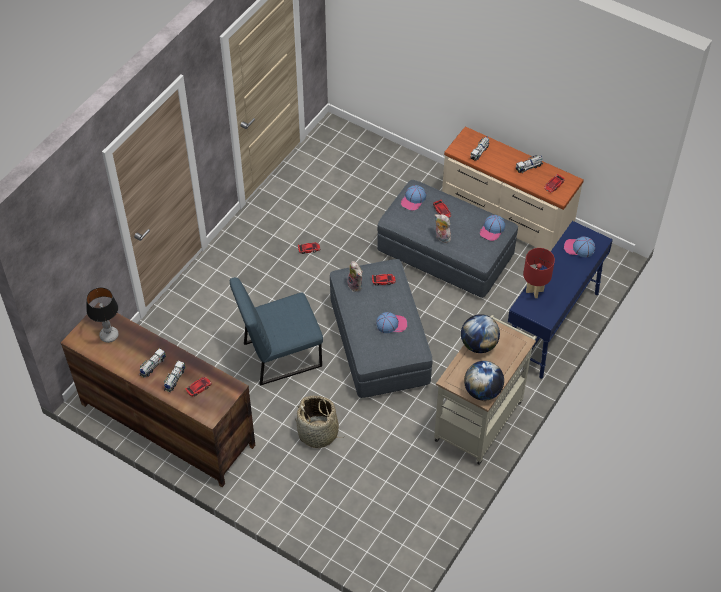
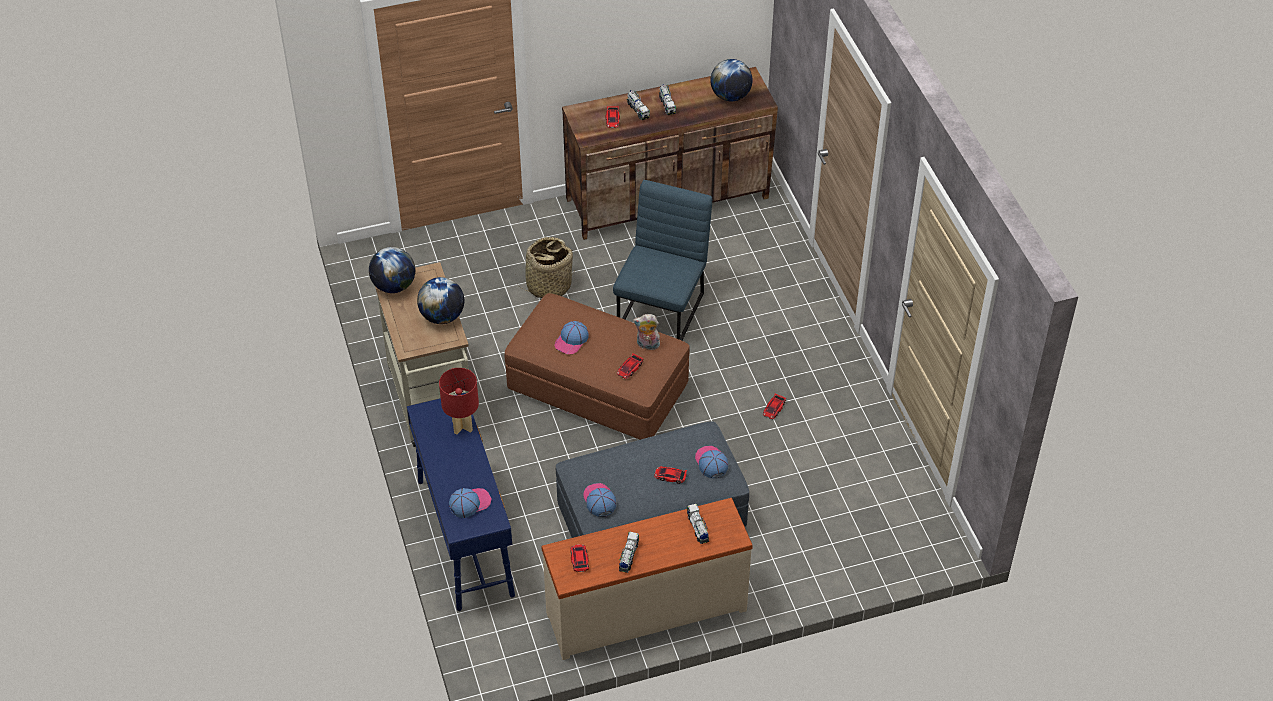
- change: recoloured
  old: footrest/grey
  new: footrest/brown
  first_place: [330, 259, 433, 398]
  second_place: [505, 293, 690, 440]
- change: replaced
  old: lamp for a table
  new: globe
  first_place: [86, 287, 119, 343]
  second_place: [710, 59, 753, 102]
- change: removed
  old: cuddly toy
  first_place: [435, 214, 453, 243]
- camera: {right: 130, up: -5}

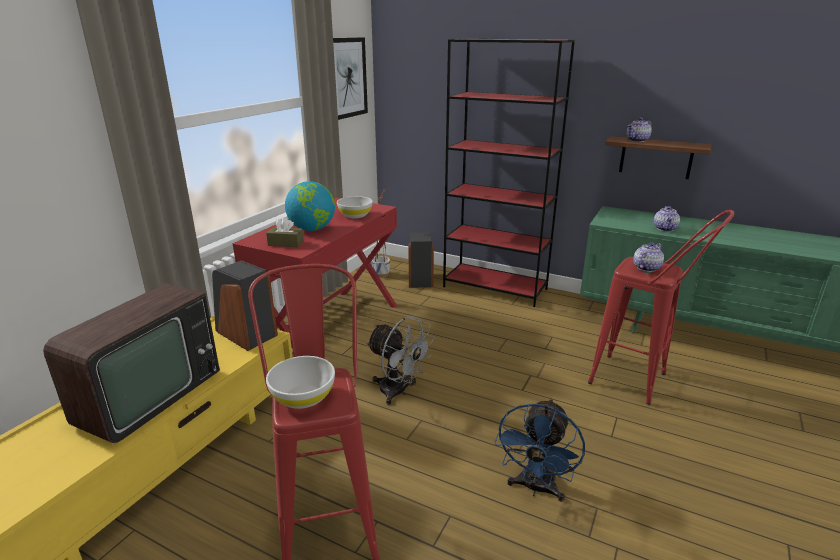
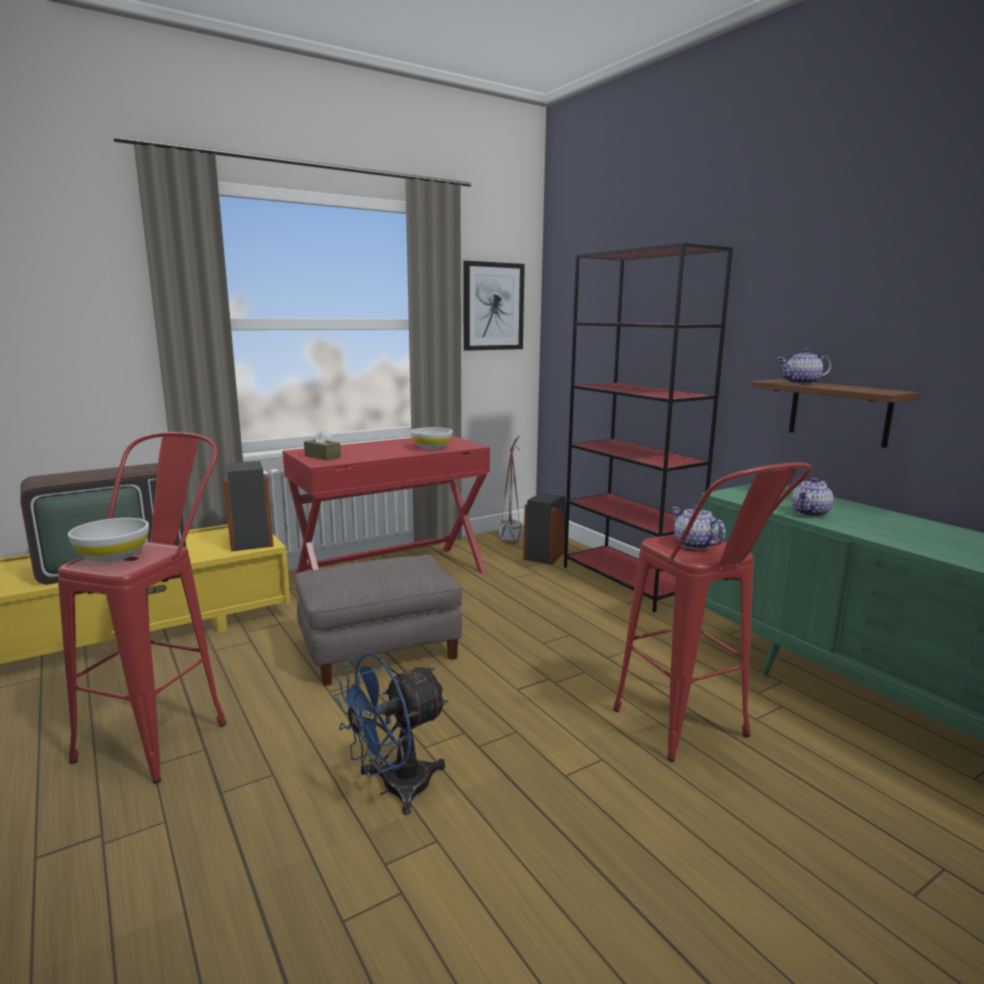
- change: replaced
  old: cooling fan/grey
  new: footrest/grey
  first_place: [366, 316, 434, 405]
  second_place: [295, 555, 462, 686]
- change: turned
  old: teapot
  first_place: [633, 242, 664, 272]
  second_place: [671, 505, 726, 550]
  degrees: -105
- change: removed
  old: globe
  first_place: [285, 181, 335, 231]
- camera: {right: 30, up: -10}

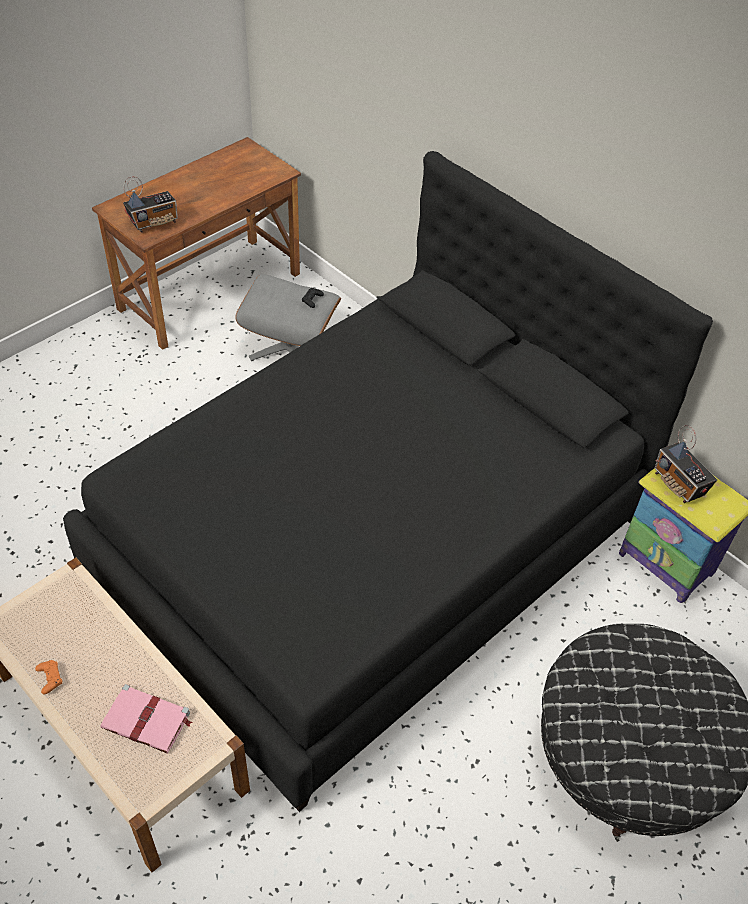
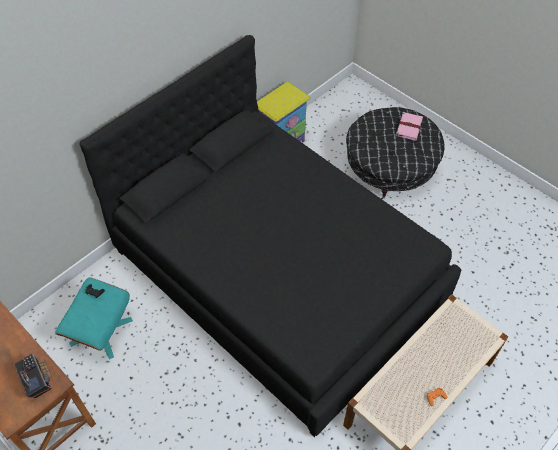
- change: recoloured
  old: footrest/grey
  new: footrest/turquoise-coloured
  first_place: [235, 274, 341, 361]
  second_place: [55, 278, 133, 359]
- change: moved
  old: volume/pink-coloured
  first_place: [100, 684, 193, 753]
  second_place: [395, 112, 423, 141]
- change: removed
  old: radio
  first_place: [654, 425, 717, 503]
- camera: {right: -90, up: 5}

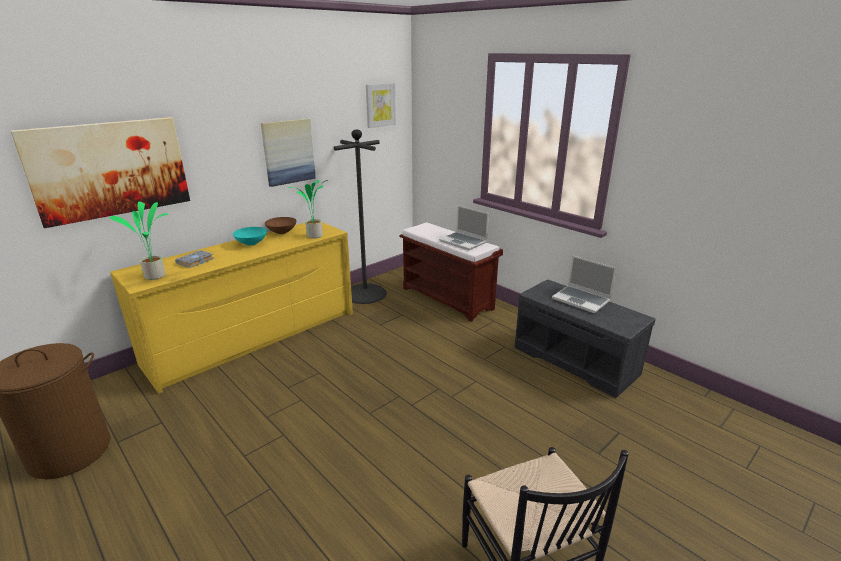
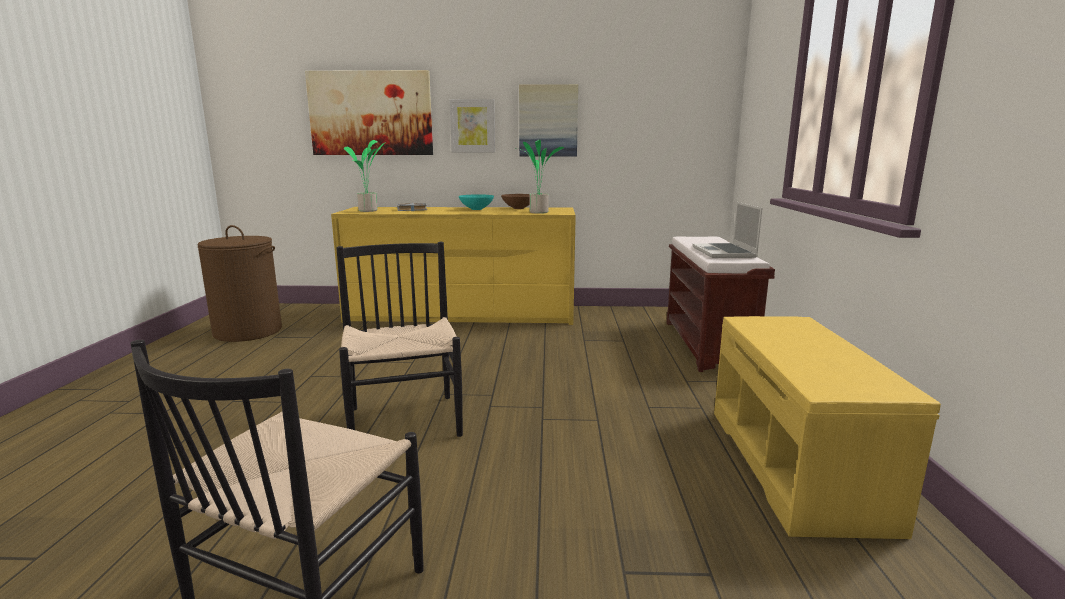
- change: added
  new: chair/black-coloured
  second_place: [336, 242, 463, 437]
- change: moved
  old: picture
  first_place: [366, 83, 396, 128]
  second_place: [450, 99, 495, 152]
- change: recoloured
  old: indoor bench/grey
  new: indoor bench/yellow
  first_place: [514, 280, 656, 398]
  second_place: [714, 316, 941, 539]
- change: removed
  old: garment stand/black-coloured
  first_place: [334, 129, 386, 304]
- change: removed
  old: laptop
  first_place: [552, 255, 616, 313]
- camera: {right: 45, up: -10}

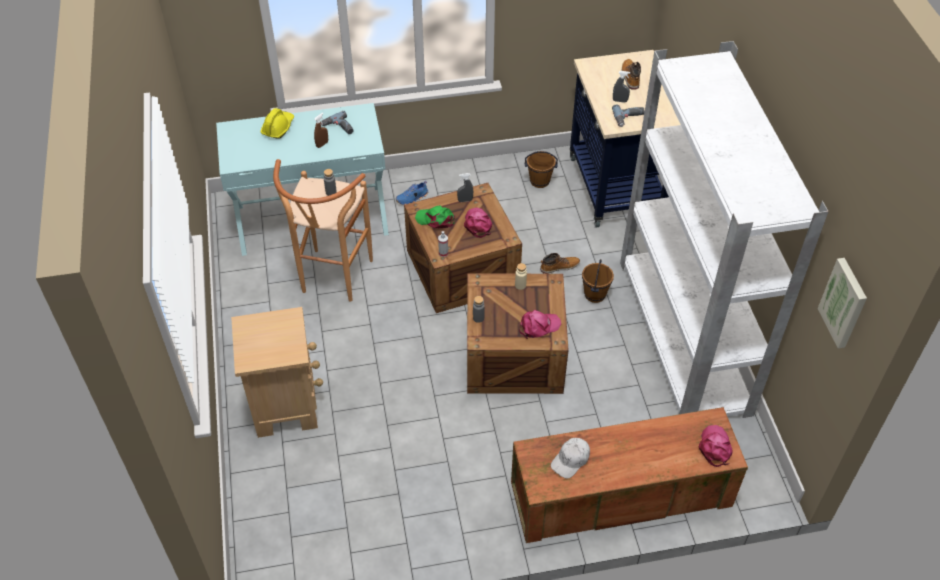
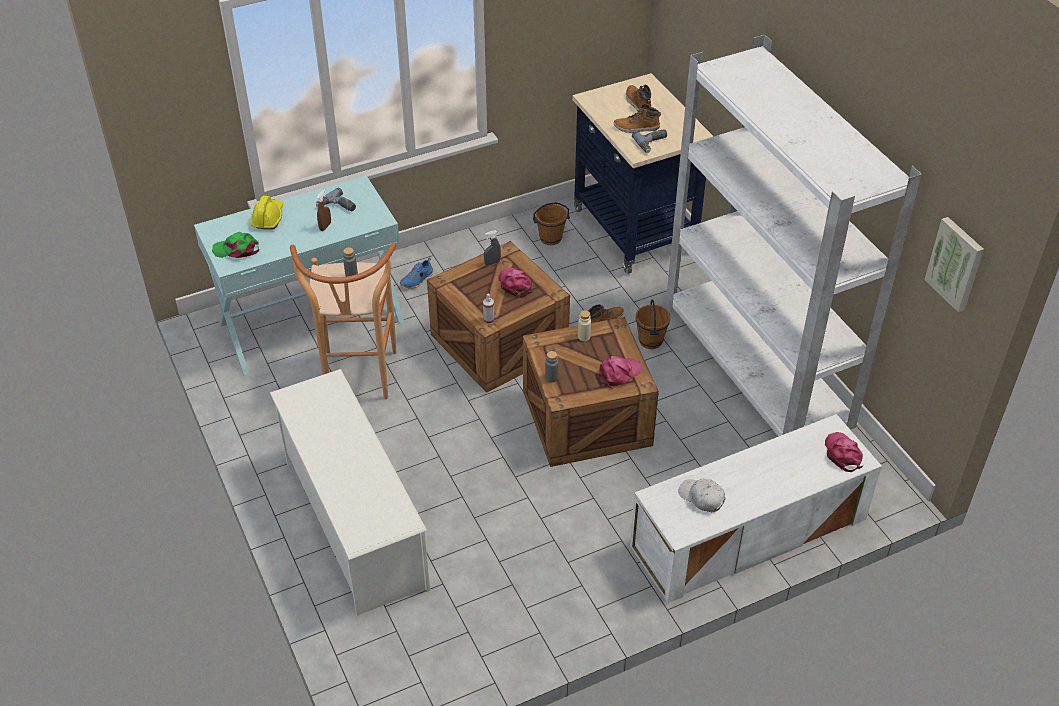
- change: moved
  old: cap/green
  first_place: [415, 205, 455, 229]
  second_place: [212, 232, 259, 258]
- change: replaced
  old: bedside table/beige-coloured
  new: shoe shelf/white
  first_place: [231, 307, 323, 438]
  second_place: [270, 369, 430, 616]
- change: replaced
  old: spray bottle/grey
  new: high-top boot
  first_place: [613, 71, 630, 103]
  second_place: [614, 104, 661, 133]
- change: recoloured
  old: indoor bench/brown
  new: indoor bench/white
  first_place: [511, 407, 748, 543]
  second_place: [630, 414, 882, 603]
- change: turned
  old: cap/white
  first_place: [551, 438, 590, 479]
  second_place: [678, 479, 725, 512]
  degrees: 105
- camera: {right: -15, up: -5}

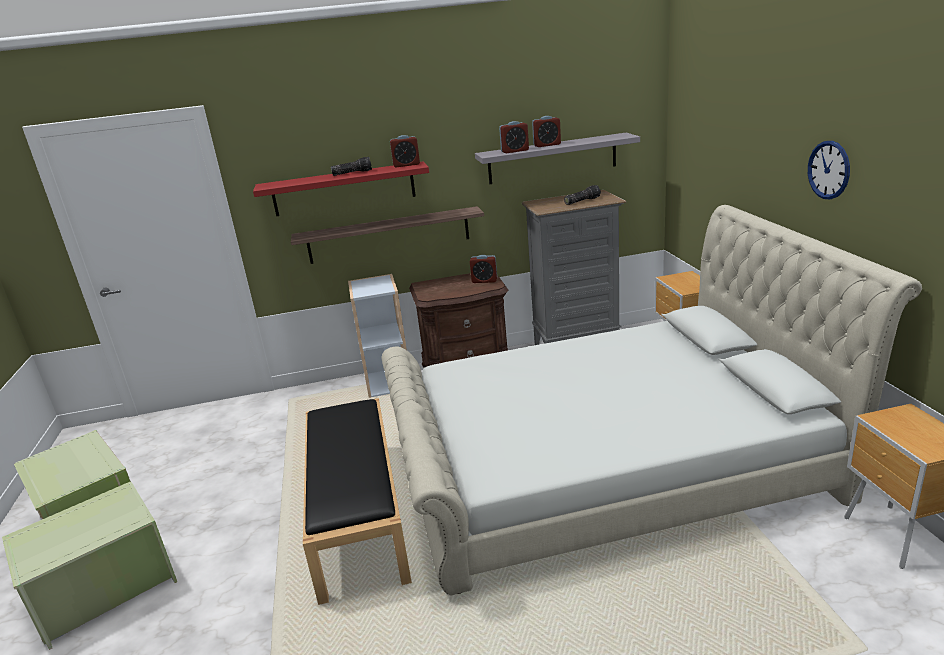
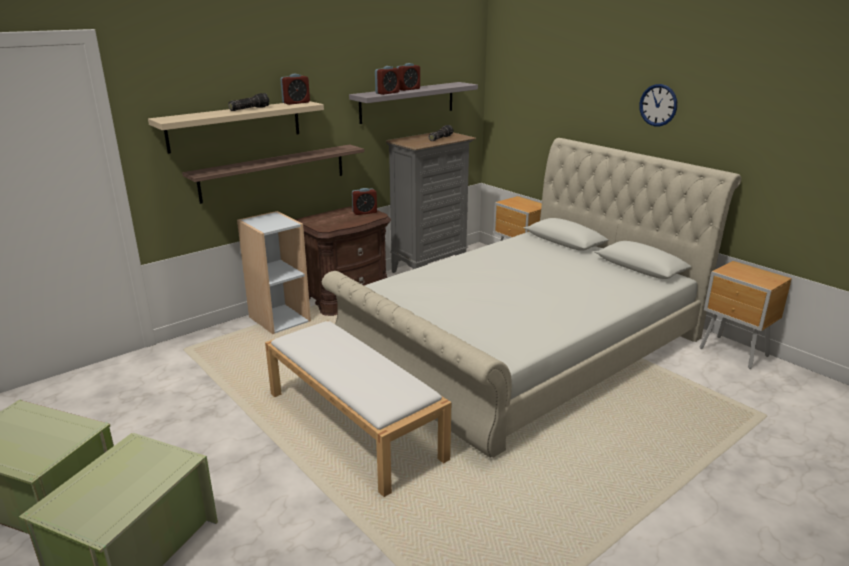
- change: recoloured
  old: wall shelf/red
  new: wall shelf/beige-coloured
  first_place: [253, 161, 429, 217]
  second_place: [148, 101, 324, 154]
- change: recoloured
  old: indoor bench/black-coloured
  new: indoor bench/white
  first_place: [303, 398, 412, 605]
  second_place: [265, 321, 451, 497]
- camera: {right: -30, up: 0}

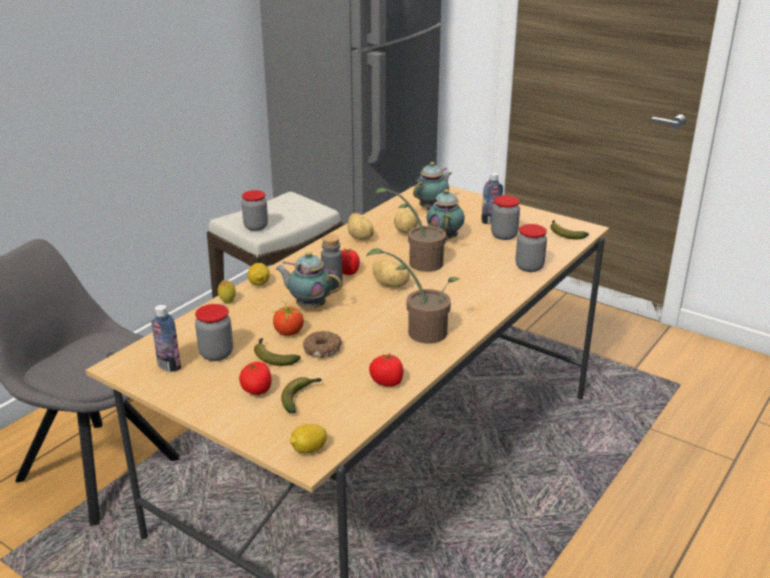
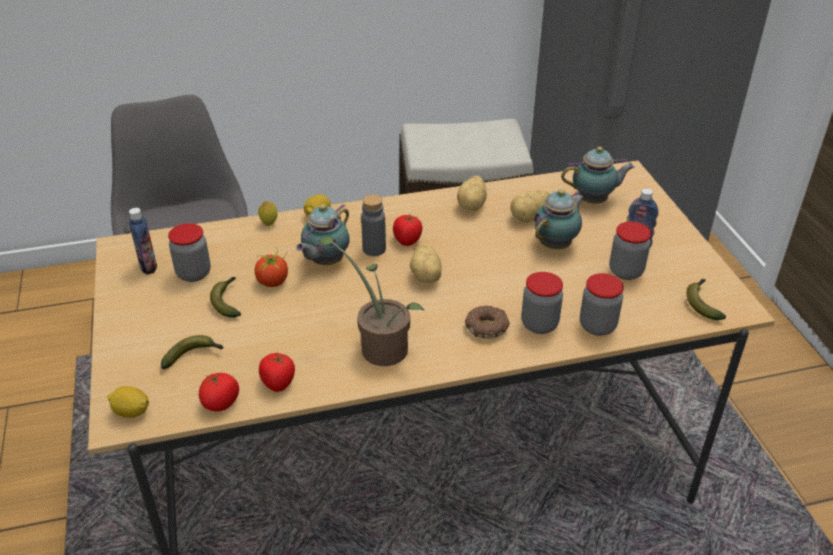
- change: moved
  old: fresh tomato
  first_place: [239, 362, 272, 395]
  second_place: [199, 373, 239, 412]
- change: turned
  old: teapot
  first_place: [275, 252, 342, 308]
  second_place: [296, 204, 350, 265]
  degrees: -120
- change: moved
  old: doughnut
  first_place: [303, 331, 342, 358]
  second_place: [465, 305, 510, 339]
- change: moved
  old: preserve jar
  first_place: [242, 190, 268, 231]
  second_place: [521, 272, 563, 334]
- change: removed
  old: plant in a pot
  first_place: [373, 188, 455, 272]
- camera: {right: 40, up: 10}

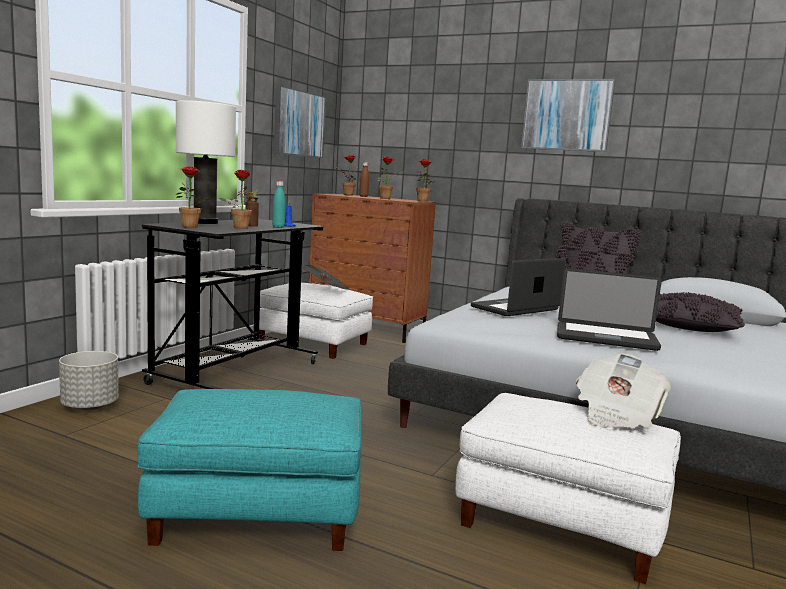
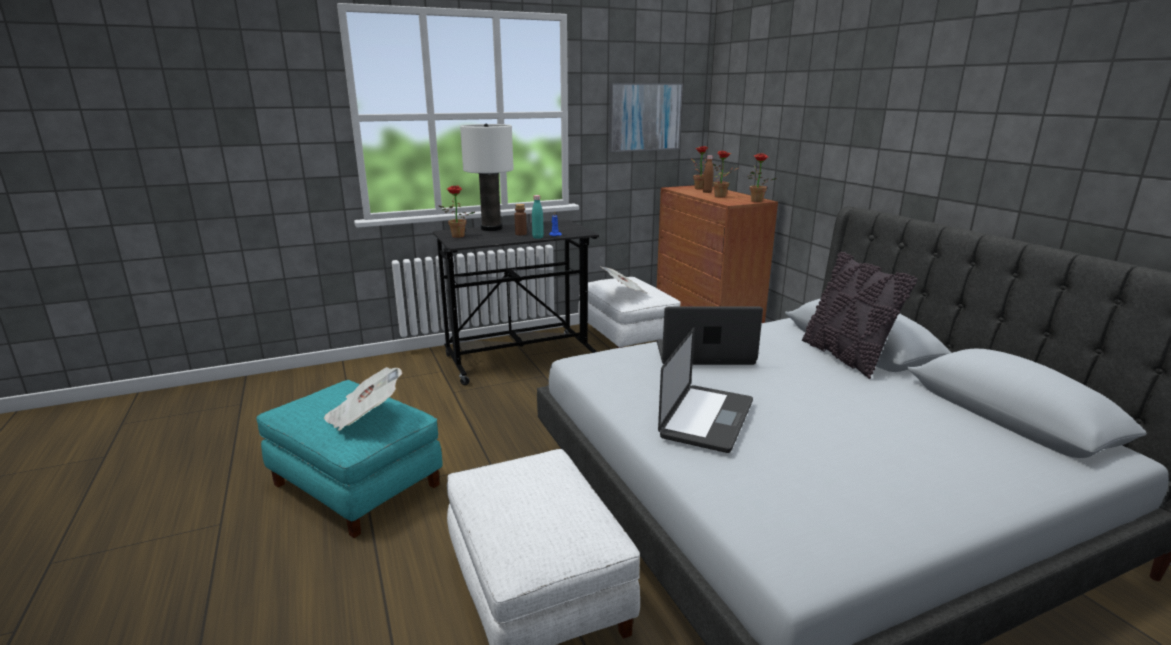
- change: moved
  old: newspaper
  first_place: [576, 353, 671, 428]
  second_place: [324, 367, 402, 431]
- change: turned
  old: laptop
  first_place: [557, 268, 662, 351]
  second_place: [658, 328, 753, 453]
  degrees: -120
- change: removed
  old: planter/grey
  first_place: [59, 351, 119, 410]
- change: removed
  old: plant in a pot
  first_place: [219, 170, 258, 229]
- change: removed
  old: picture
  first_place: [521, 79, 615, 152]
- change: removed
  old: throw pillow/black-coloured
  first_place: [656, 292, 745, 332]
- camera: {right: 40, up: 10}

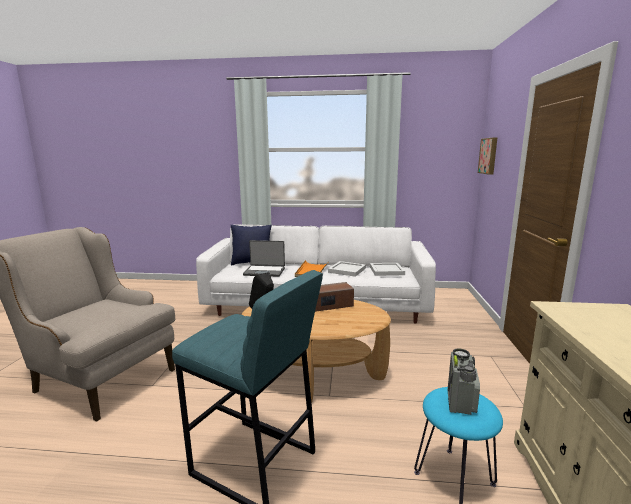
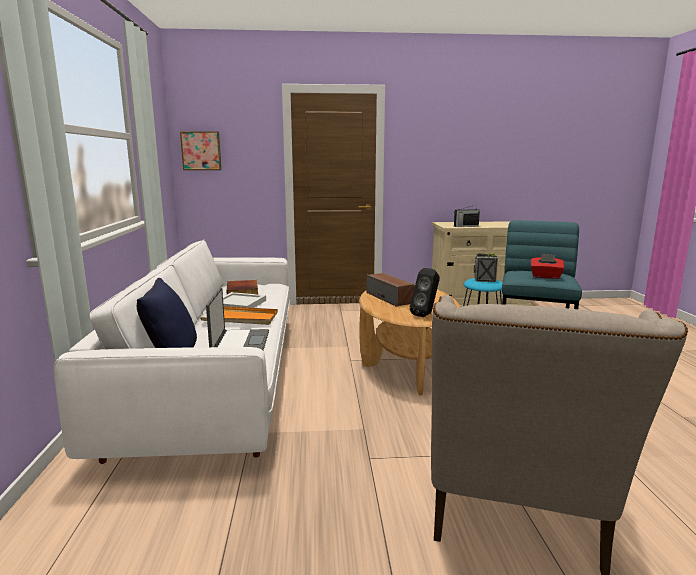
- change: replaced
  old: serving tray/white
  new: volume
  first_place: [370, 263, 405, 276]
  second_place: [226, 280, 258, 294]
- change: added
  new: radio
  second_place: [454, 206, 480, 227]
- change: added
  new: tissue box/red
  second_place: [531, 254, 564, 279]
- camera: {right: -100, up: 0}

